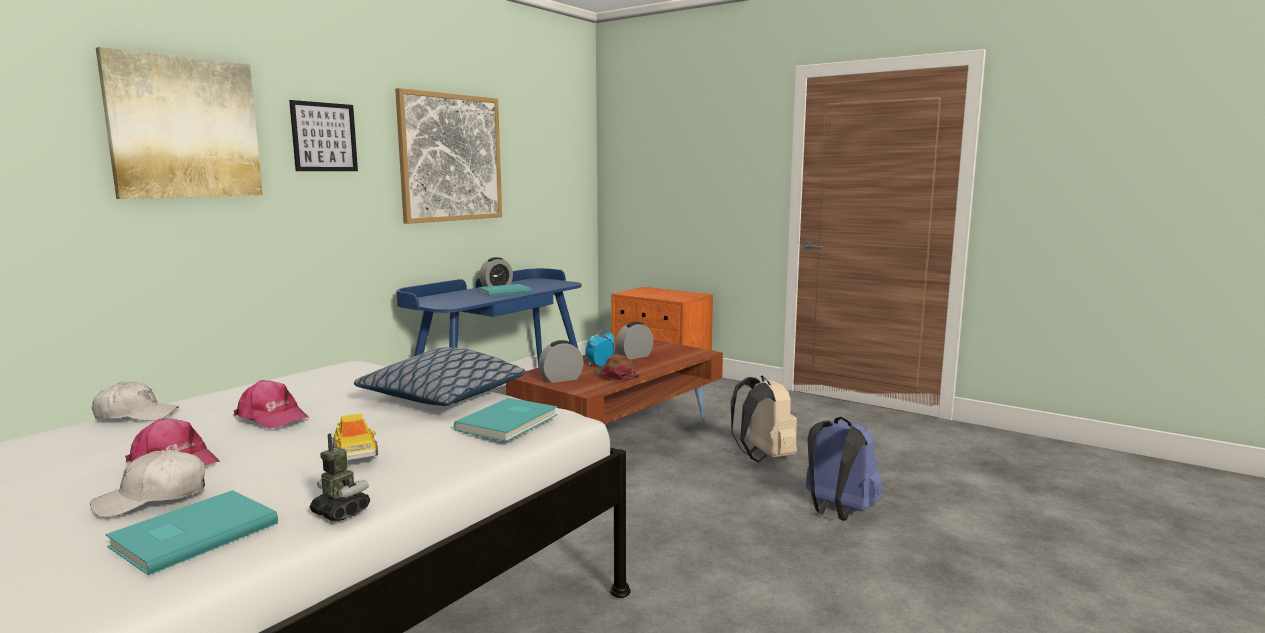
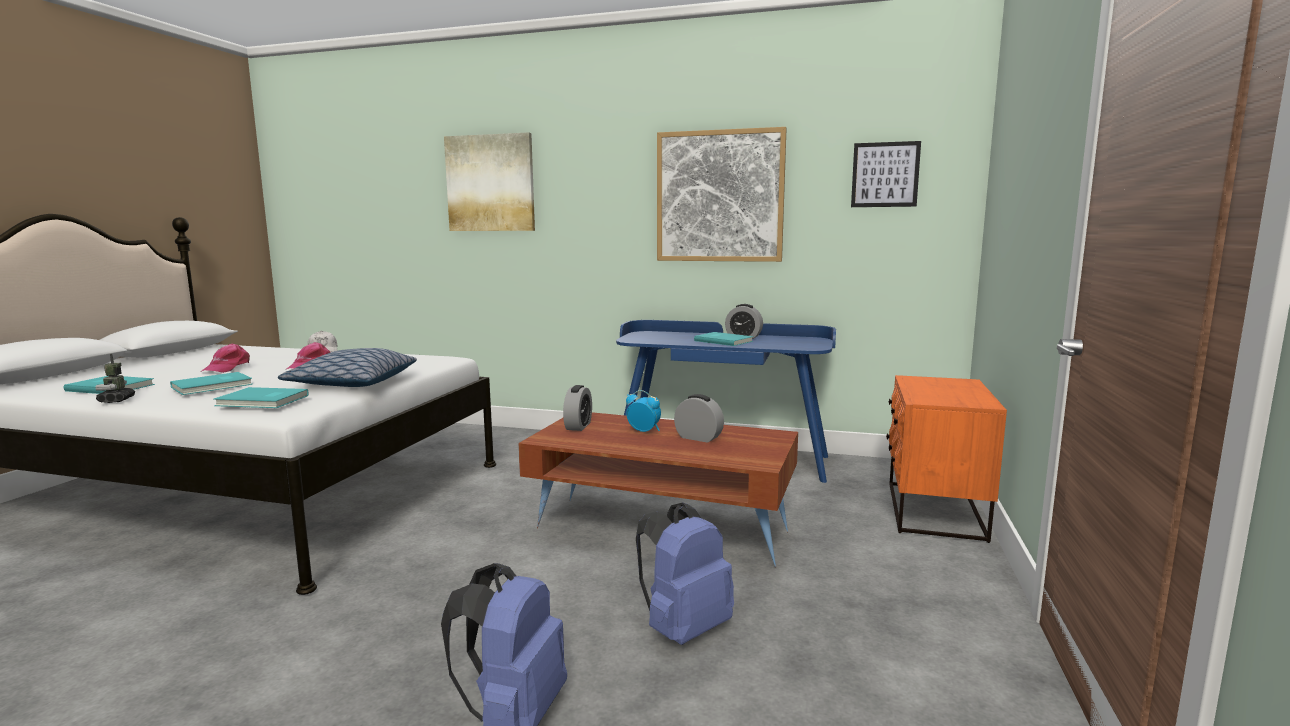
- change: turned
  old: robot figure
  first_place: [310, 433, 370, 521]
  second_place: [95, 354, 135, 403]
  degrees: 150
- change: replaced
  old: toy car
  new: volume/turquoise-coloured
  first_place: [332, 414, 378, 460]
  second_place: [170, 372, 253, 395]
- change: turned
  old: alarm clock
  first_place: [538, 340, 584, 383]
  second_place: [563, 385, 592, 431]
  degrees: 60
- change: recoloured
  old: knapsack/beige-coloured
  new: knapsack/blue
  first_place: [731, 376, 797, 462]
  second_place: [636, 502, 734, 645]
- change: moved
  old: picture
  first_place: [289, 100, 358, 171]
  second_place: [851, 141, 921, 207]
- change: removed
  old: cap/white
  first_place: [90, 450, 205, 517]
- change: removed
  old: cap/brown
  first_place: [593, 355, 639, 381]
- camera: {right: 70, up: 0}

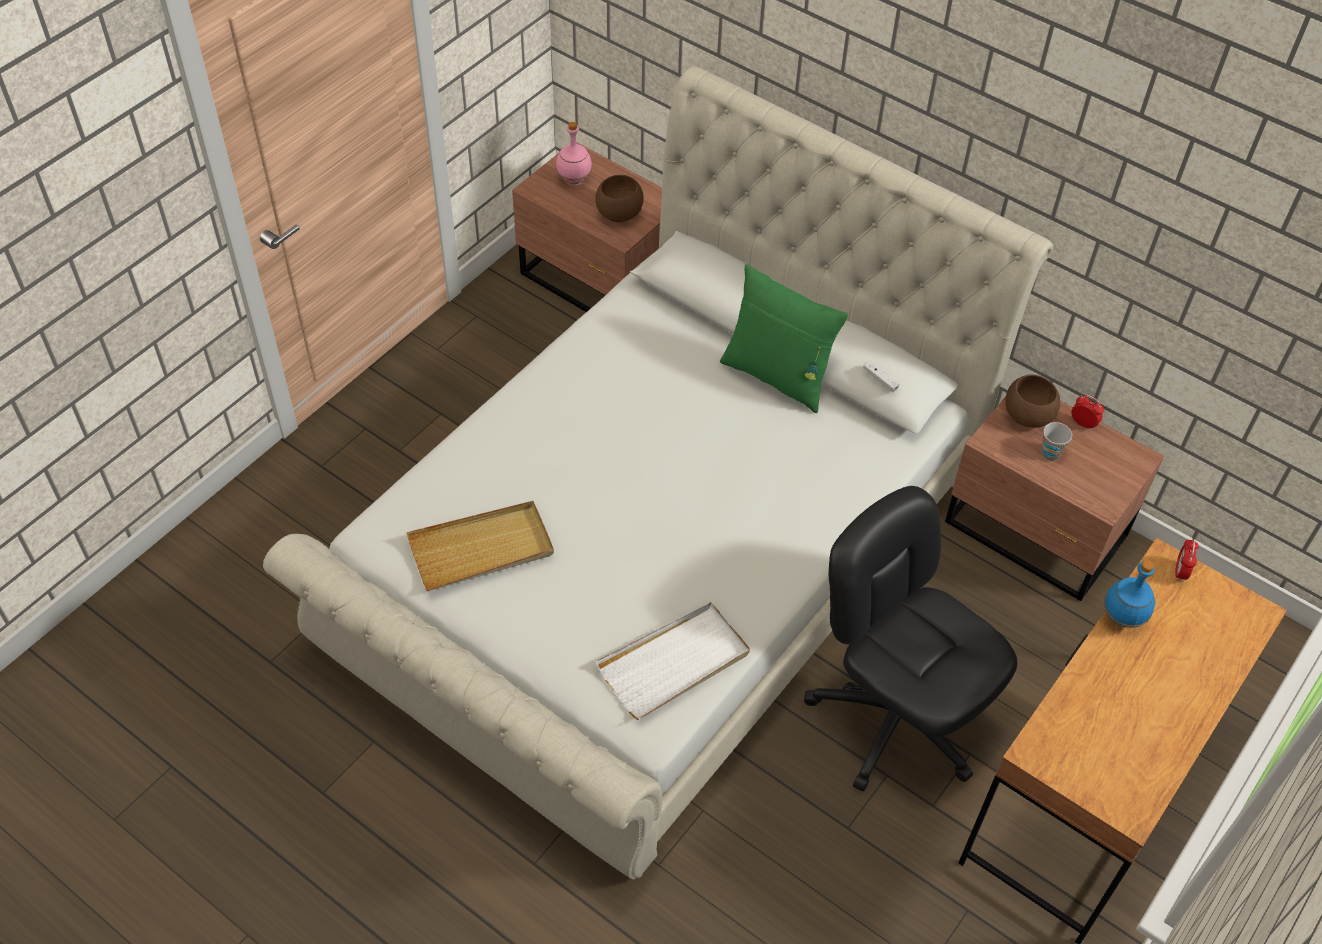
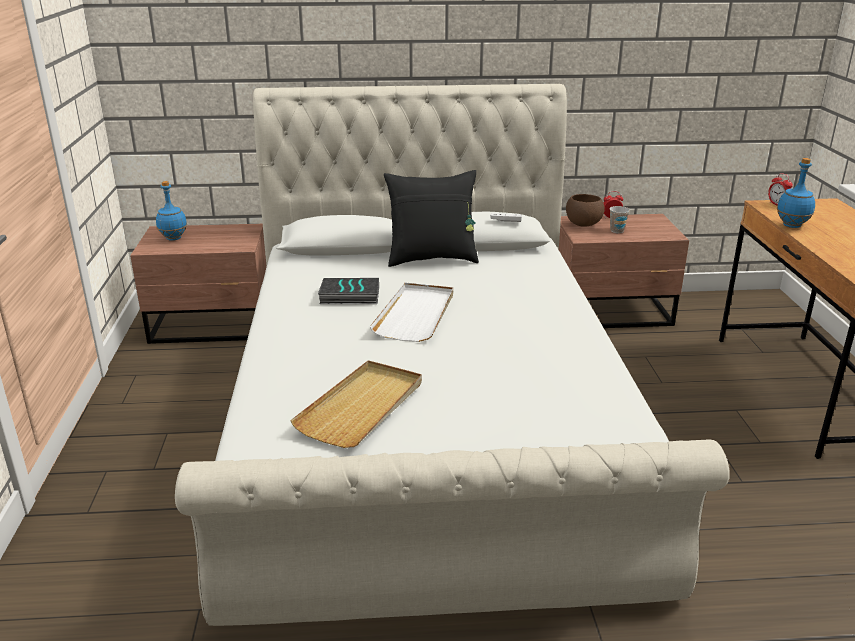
- change: recoloured
  old: bottle/pink-coloured
  new: bottle/blue
  first_place: [556, 122, 592, 186]
  second_place: [156, 181, 187, 241]
- change: added
  new: volume
  second_place: [318, 278, 379, 304]
- change: moved
  old: serving tray/white
  first_place: [595, 602, 750, 720]
  second_place: [370, 283, 453, 342]
- change: recoloured
  old: throw pillow/green
  new: throw pillow/black-coloured
  first_place: [720, 264, 848, 413]
  second_place: [384, 170, 479, 267]
- change: removed
  old: deep dish/brown
  first_place: [595, 175, 644, 222]
- change: removed
  old: office chair/black-coloured
  first_place: [804, 486, 1017, 791]
- camera: {right: -40, up: -25}

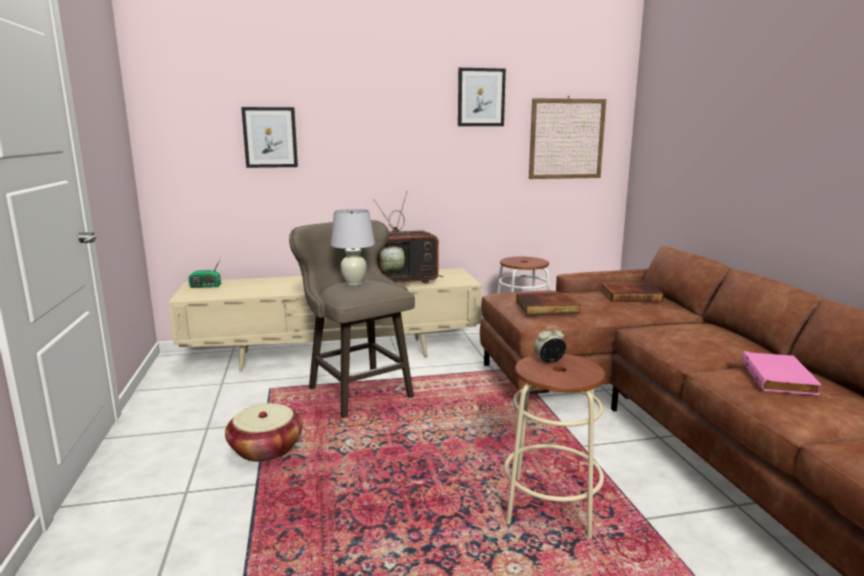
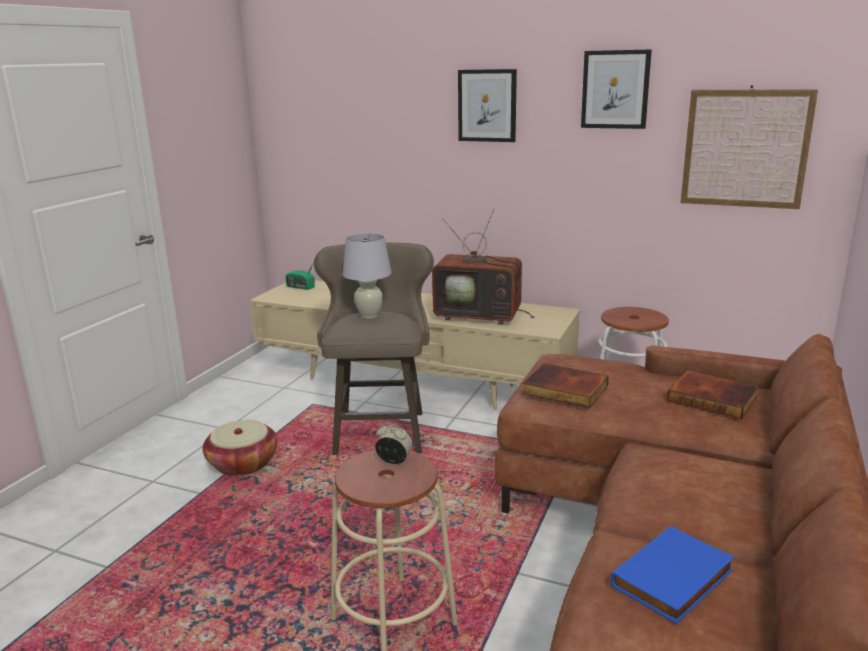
- change: moved
  old: picture
  first_place: [241, 107, 298, 168]
  second_place: [458, 69, 517, 142]
- change: recoloured
  old: volume/pink-coloured
  new: volume/blue
  first_place: [741, 351, 822, 395]
  second_place: [610, 526, 735, 624]
- camera: {right: 35, up: 5}

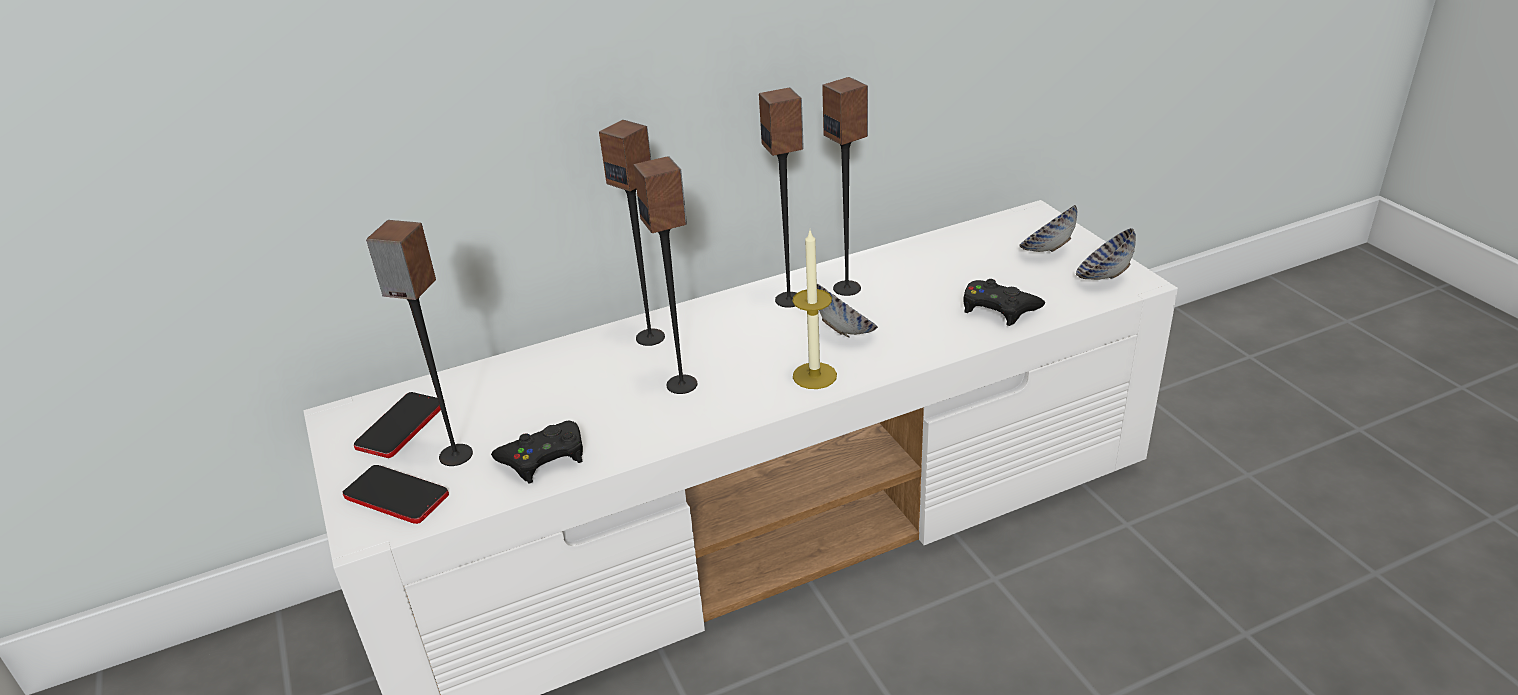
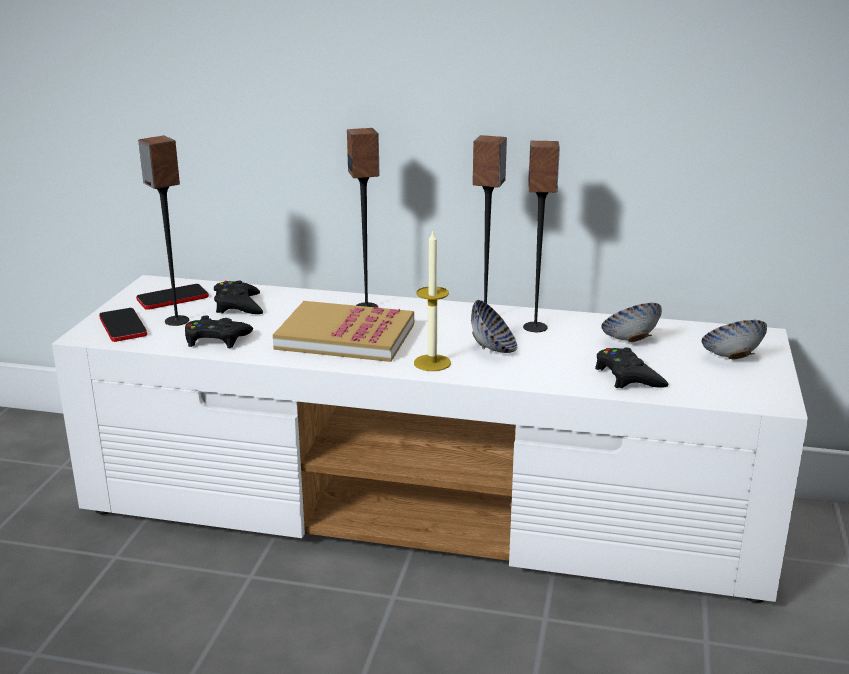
- change: added
  new: gamepad/black-coloured
  second_place: [214, 281, 263, 314]
- change: replaced
  old: loudspeaker
  new: volume
  first_place: [633, 156, 697, 394]
  second_place: [273, 301, 414, 362]
- change: moved
  old: deep dish
  first_place: [1076, 228, 1136, 280]
  second_place: [601, 303, 662, 342]
- camera: {right: 35, up: -10}

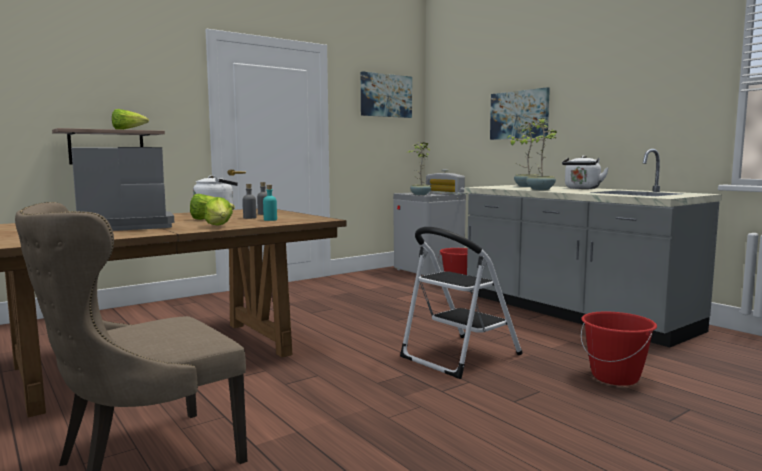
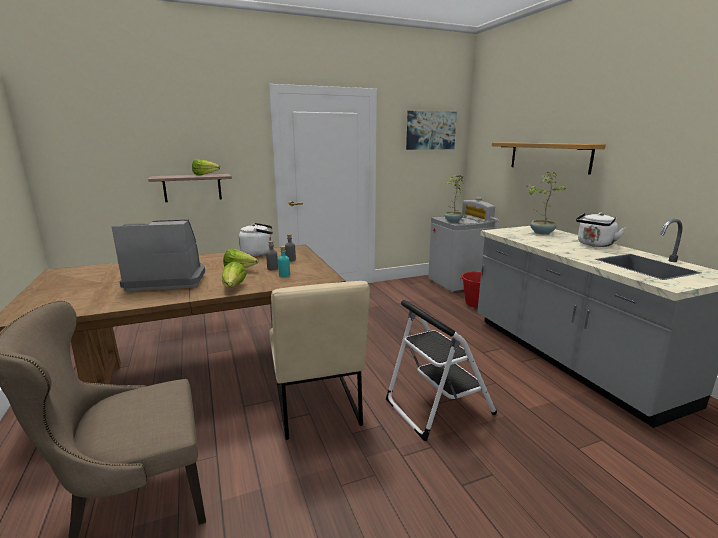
- change: added
  new: chair/beige-coloured
  second_place: [269, 281, 370, 440]
- change: replaced
  old: picture
  new: wall shelf
  first_place: [490, 87, 550, 140]
  second_place: [492, 142, 606, 175]
- change: removed
  old: plant in a pot
  first_place: [521, 118, 557, 190]
- change: removed
  old: bucket/red
  first_place: [581, 311, 657, 386]
- camera: {right: 15, up: 10}

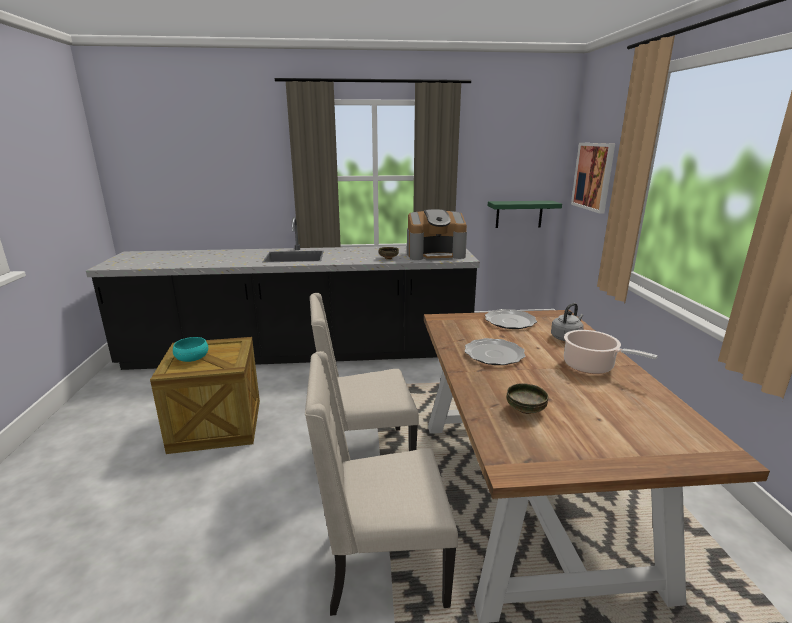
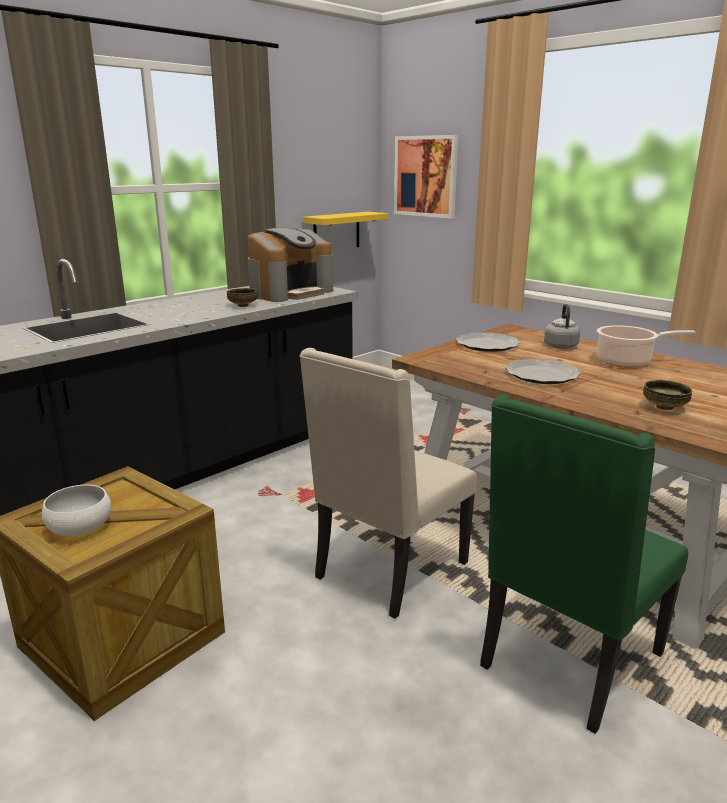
- change: recoloured
  old: deep dish/turquoise-coloured
  new: deep dish/white
  first_place: [173, 337, 208, 362]
  second_place: [42, 485, 111, 536]
- change: recoloured
  old: wall shelf/green
  new: wall shelf/yellow
  first_place: [488, 201, 562, 228]
  second_place: [303, 212, 388, 247]
- change: recoloured
  old: chair/beige-coloured
  new: chair/green
  first_place: [305, 351, 458, 616]
  second_place: [480, 395, 688, 734]
- camera: {right: -40, up: 0}

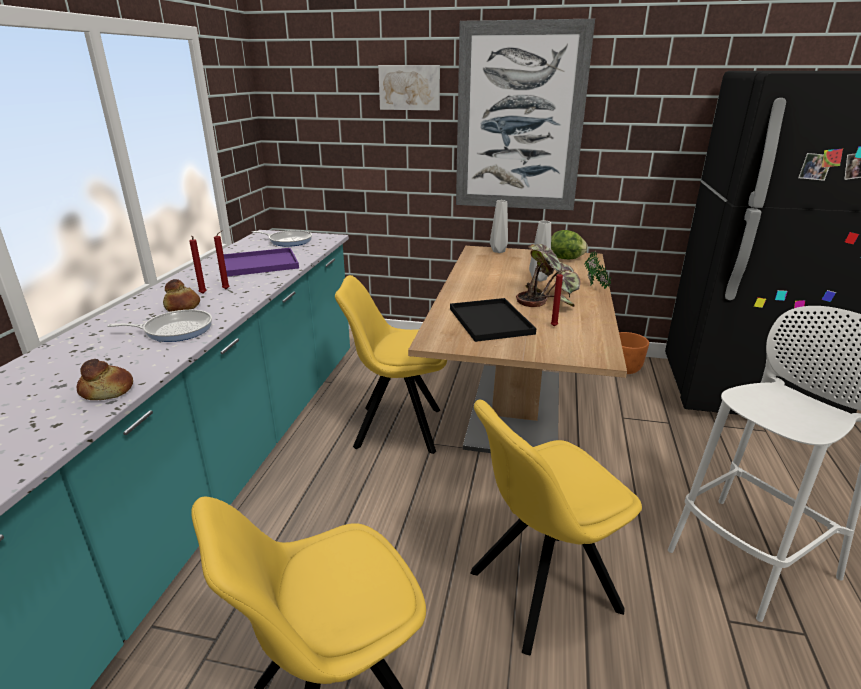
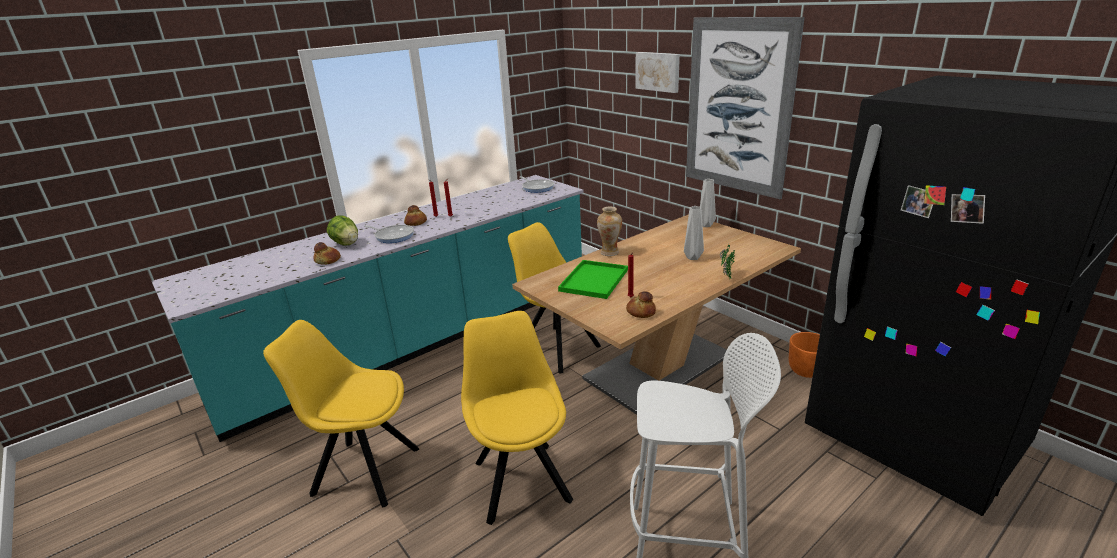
- change: moved
  old: lettuce
  first_place: [551, 230, 588, 259]
  second_place: [327, 215, 358, 246]
- change: turned
  old: chair/yellow
  first_place: [470, 400, 642, 655]
  second_place: [461, 311, 573, 525]
  degrees: 60
- change: recoloured
  old: serving tray/black-coloured
  new: serving tray/green
  first_place: [450, 298, 536, 342]
  second_place: [558, 260, 628, 299]
- change: added
  new: decorative vase
  second_place: [597, 207, 622, 256]
- change: added
  new: bakery bread
  second_place: [626, 291, 656, 318]
- change: removed
  old: serving tray/purple-coloured
  first_place: [224, 248, 299, 277]
- change: removed
  old: plant in a pot
  first_place: [516, 244, 580, 307]
- camera: {right: 40, up: 0}

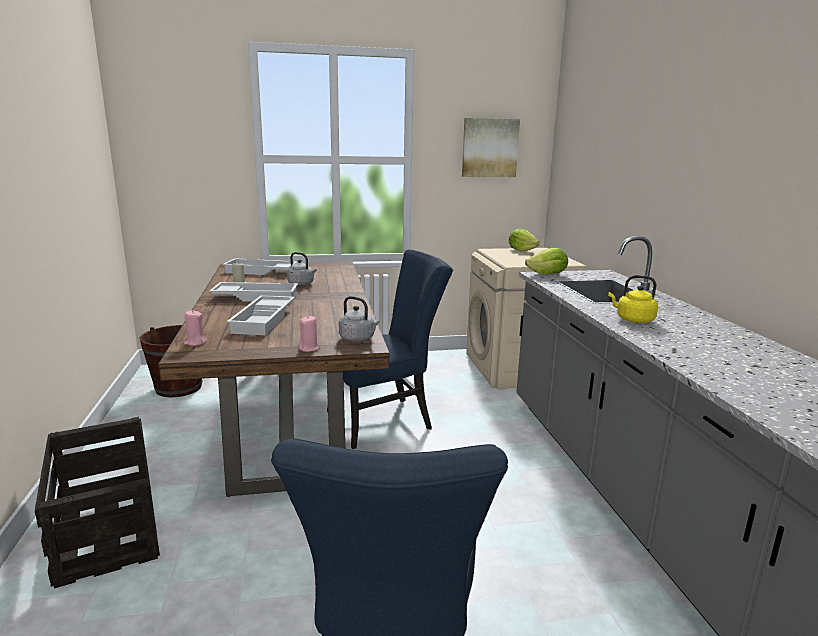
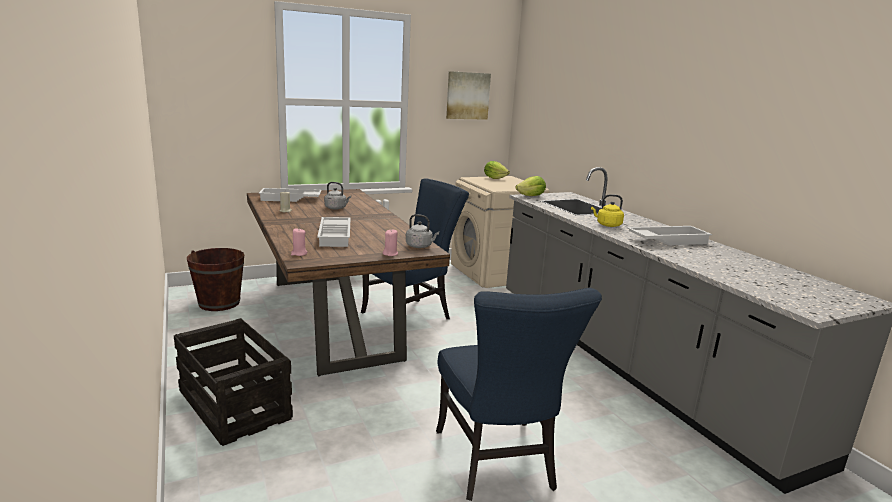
- change: moved
  old: serving tray/white
  first_place: [210, 282, 298, 302]
  second_place: [627, 226, 712, 245]
- camera: {right: -15, up: 0}

